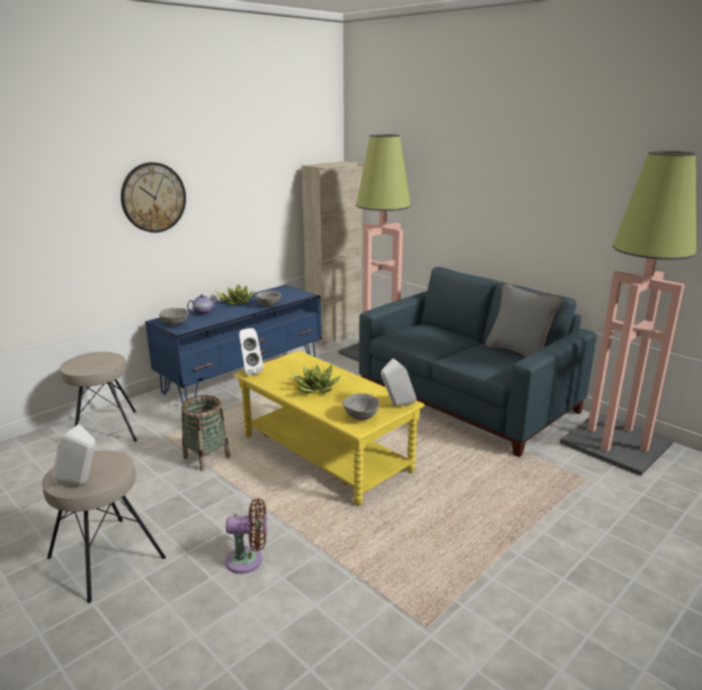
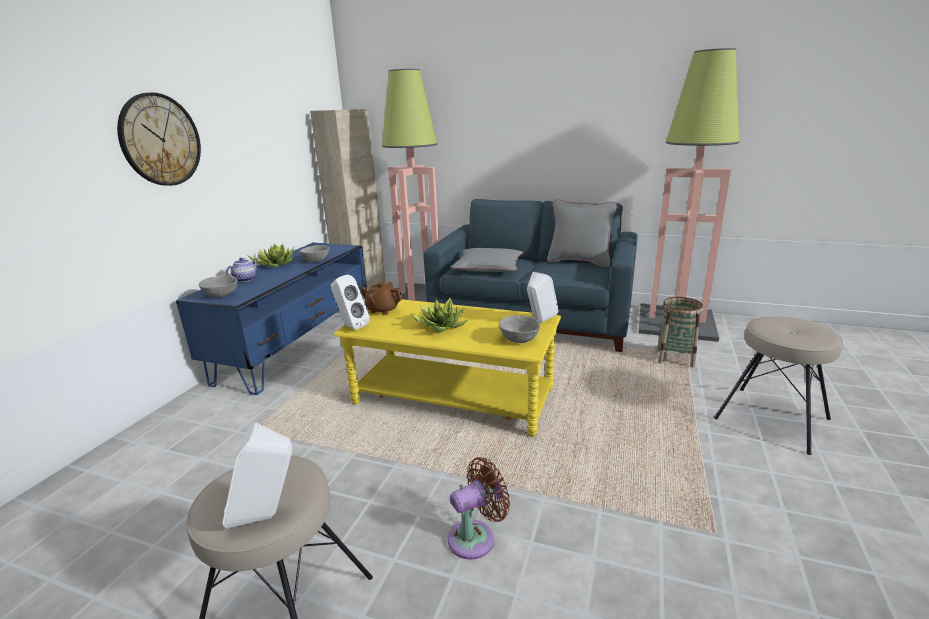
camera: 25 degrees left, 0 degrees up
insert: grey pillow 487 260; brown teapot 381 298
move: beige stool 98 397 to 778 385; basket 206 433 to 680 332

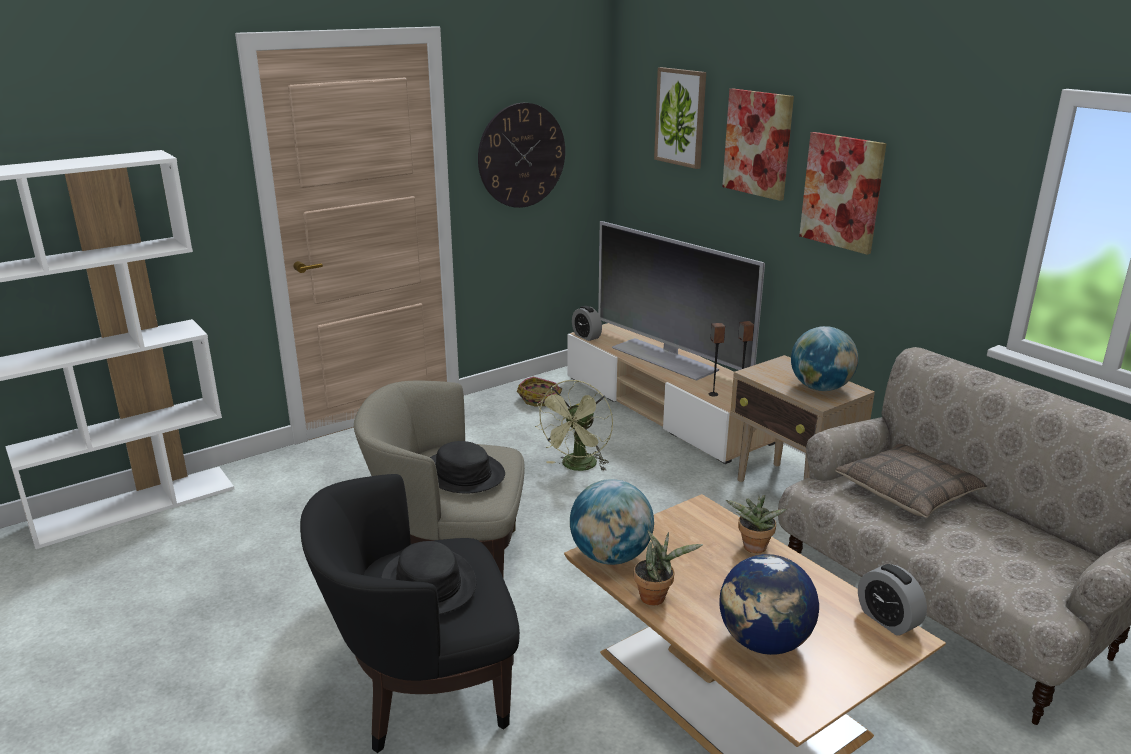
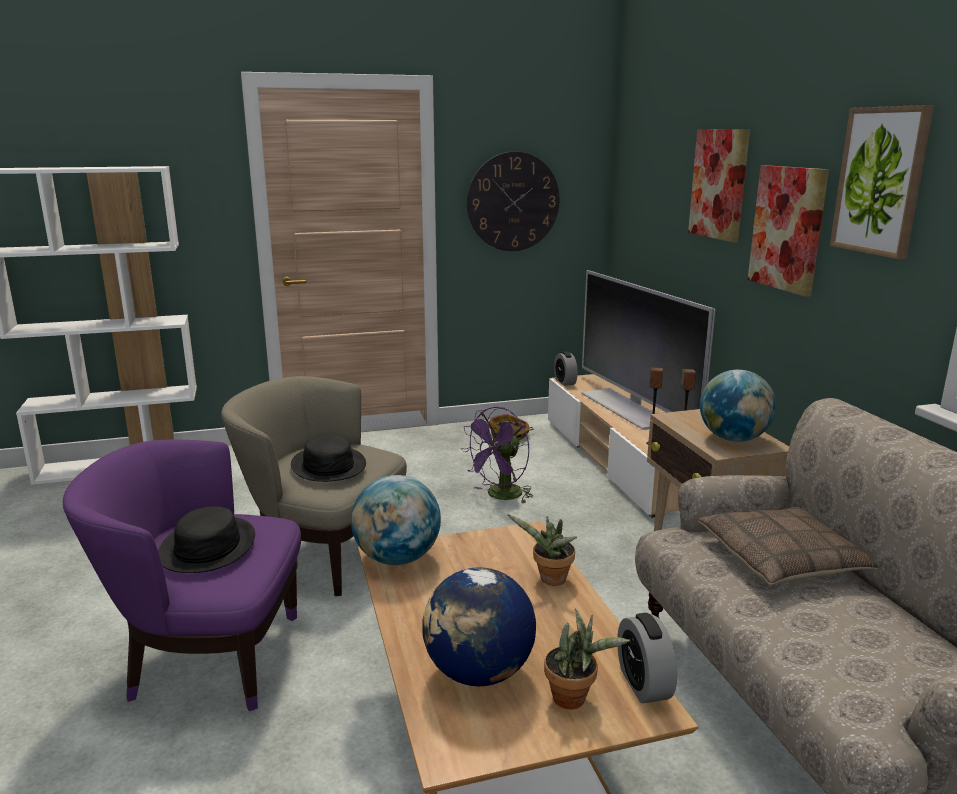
camera: 20 degrees right, 5 degrees down
move: picture 680 118 to 882 182; potted plant 668 568 to 587 658
recolor: green fan 574 425 to purple fan 497 455; black armchair 410 613 to purple armchair 182 575

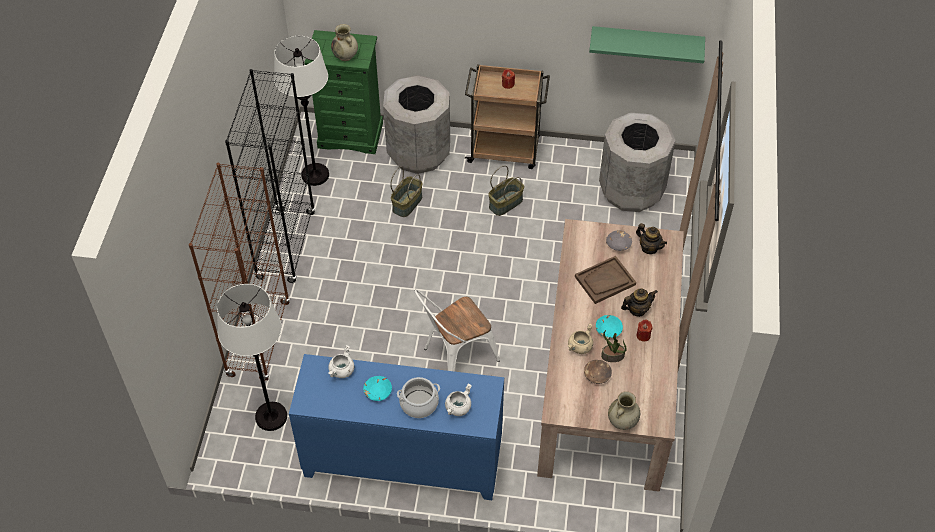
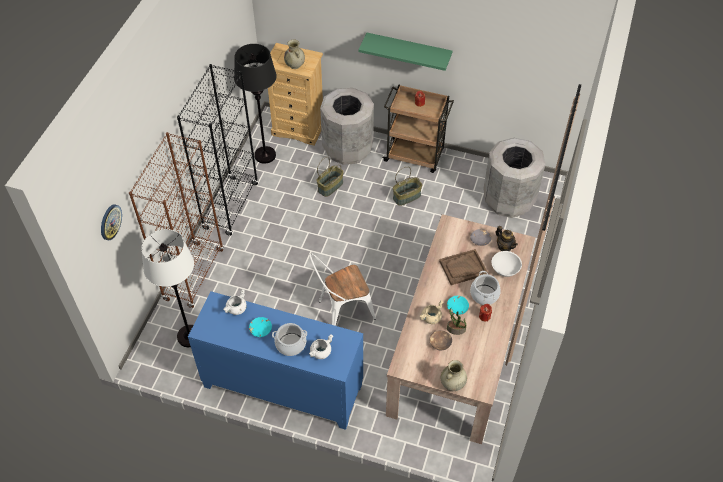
camera: 10 degrees right, 0 degrees up
insert: wall clock 111 222; white bowl 506 264
move: green shelf 647 44 to 405 52
replace: teapot 639 302 to cooking pot 485 288
recolor: green dresser 343 92 to beige dresser 295 94; white floor lamp 301 111 to black floor lamp 255 104

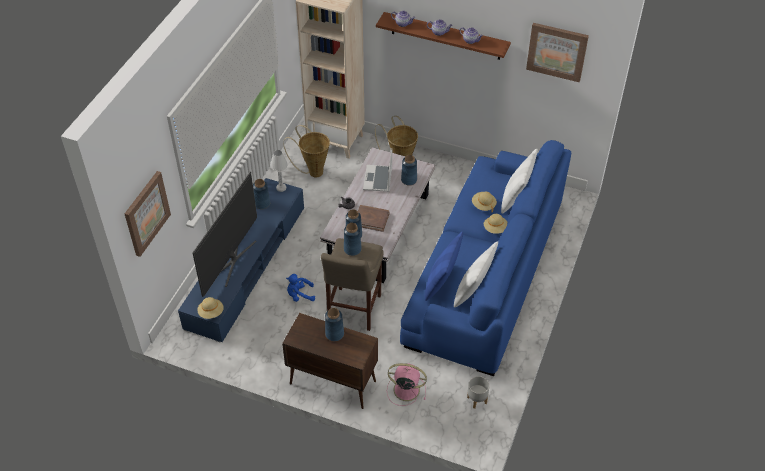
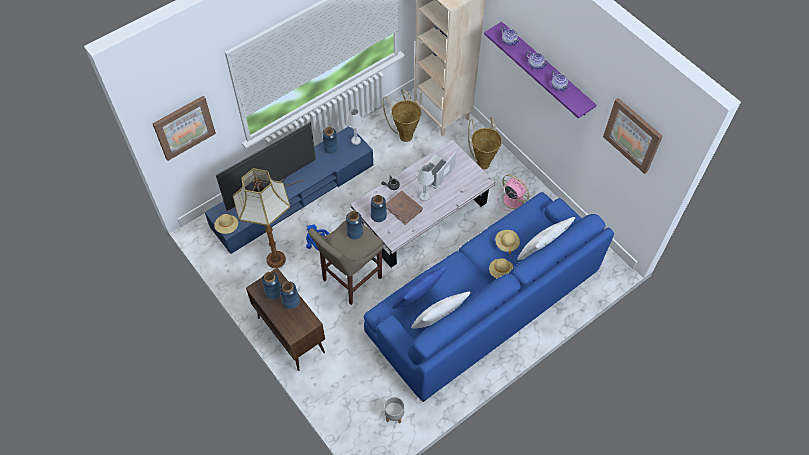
camera: 30 degrees right, 10 degrees up
insert: white table lamp 425 183; floor lamp 261 218
move: blue vase 409 170 to 271 286; pink fan 407 384 to 513 192
recolor: brown shelf 443 36 to purple shelf 540 70

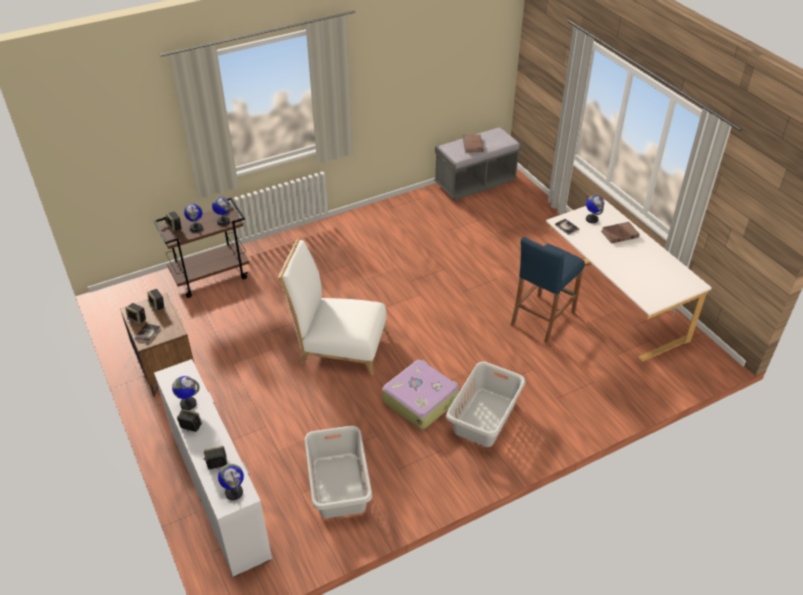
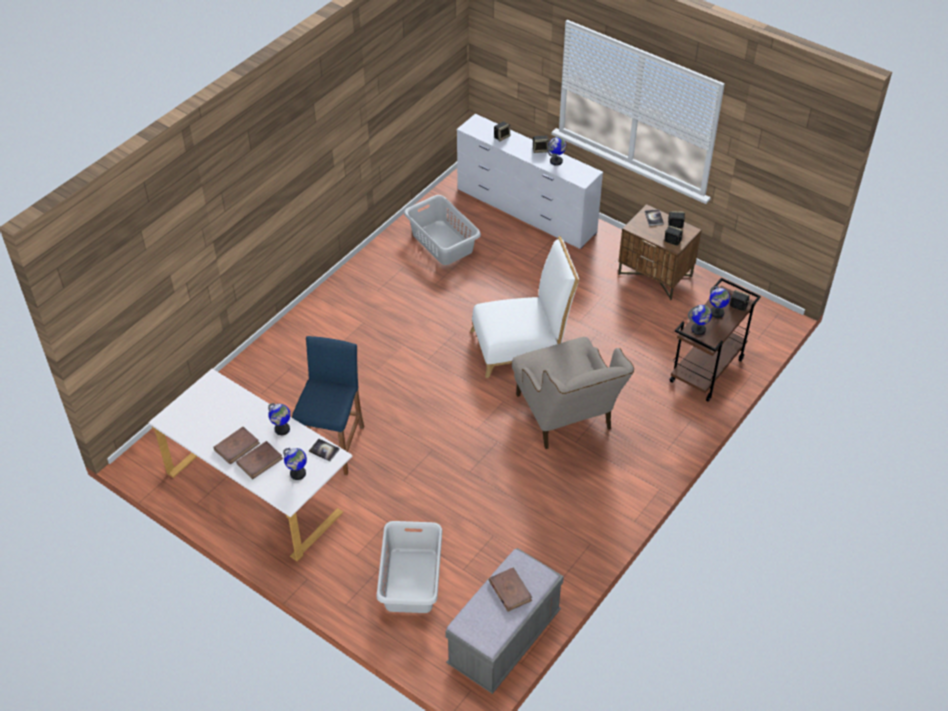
camera: 155 degrees right, 5 degrees up
delete: suitcase 420 394
insert: beige armchair 573 393; brown book 236 446
move: grey laundry basket 486 404 to 409 567; globe 231 482 to 279 419

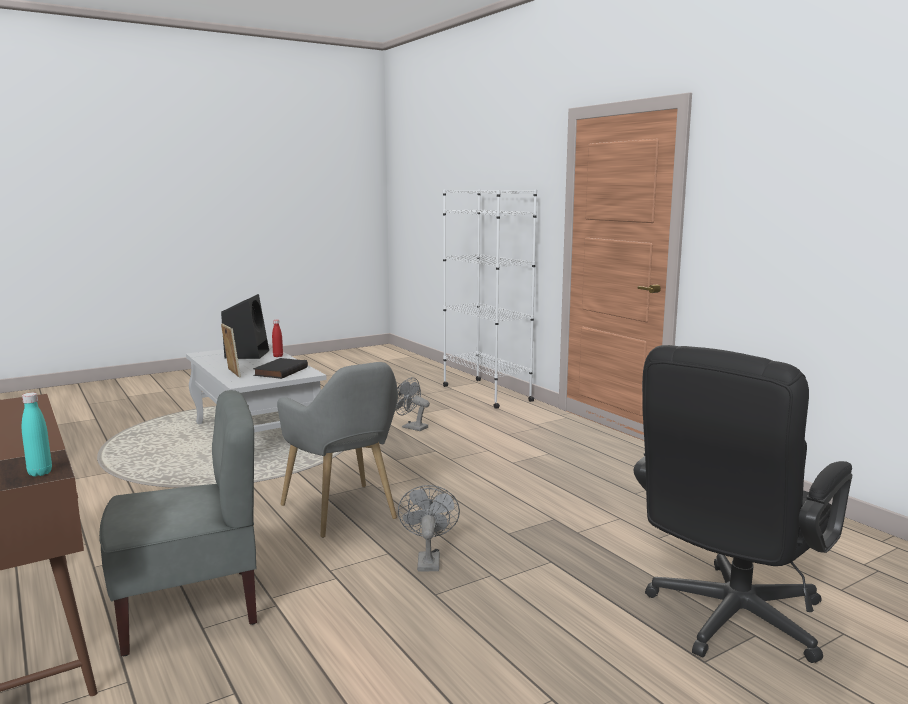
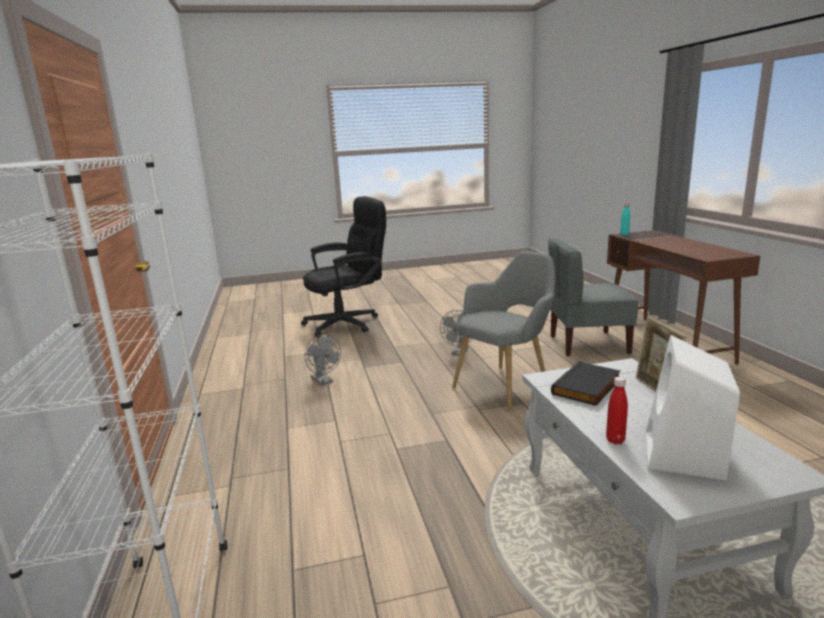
camera: 160 degrees left, 5 degrees up
move: grey fan 412 404 to 322 360
recolor: black speaker 245 326 to white speaker 692 408
rotate: grey armchair 337 450 = 503 331 60 degrees clockwise

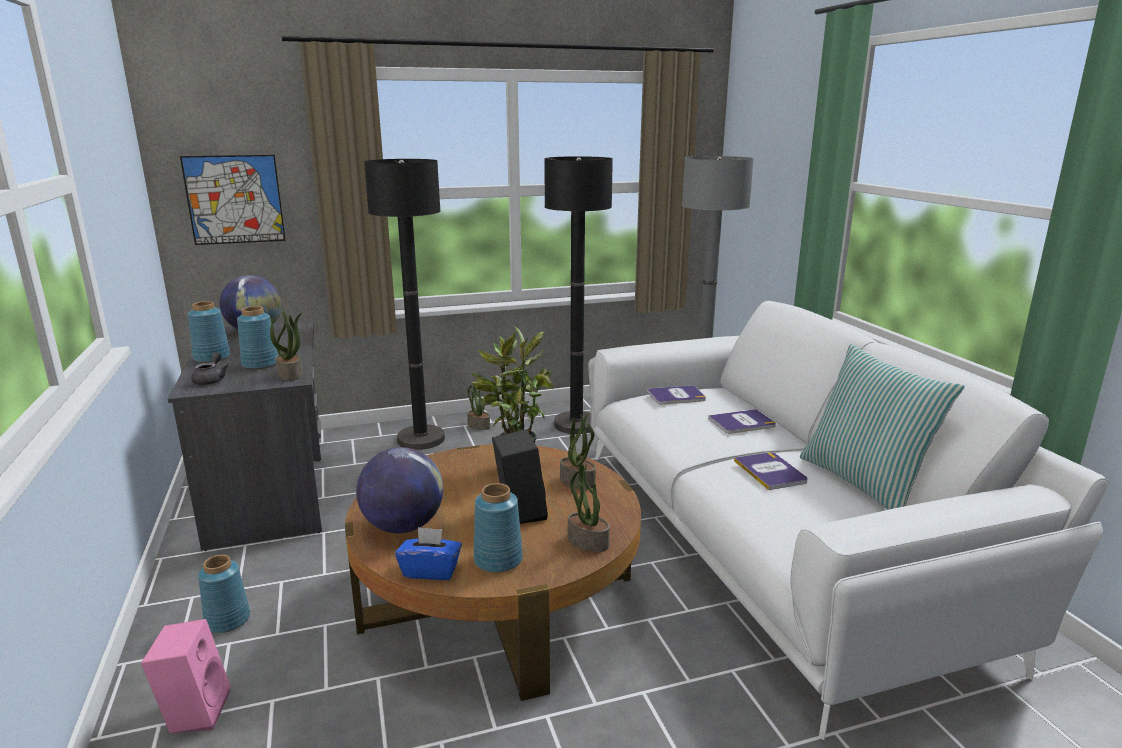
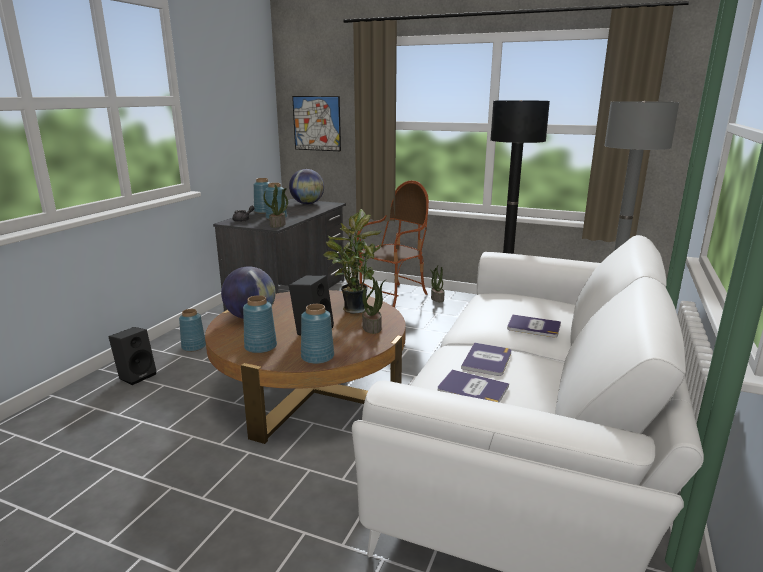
camera: 40 degrees right, 0 degrees up
delete: pillow 882 427; blue tissue box 428 553
move: book 676 395 to 473 386
replace: black floor lamp 404 304 to armchair 393 244; potted plant 589 508 to blue vase 317 334
recolor: pink speaker 185 676 to black speaker 133 356

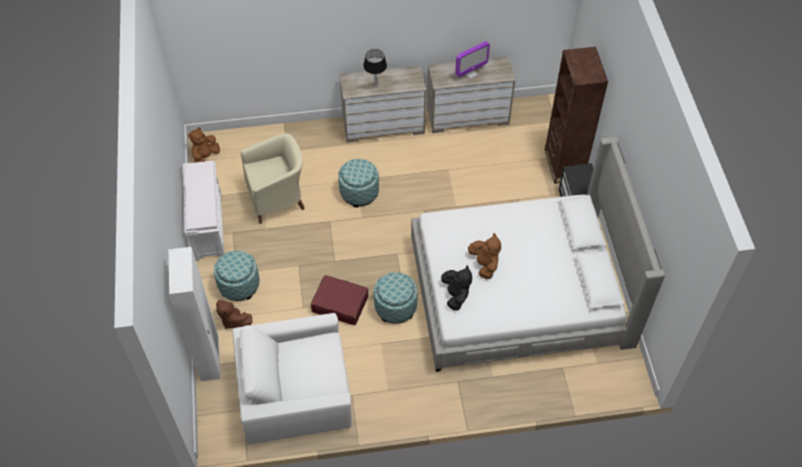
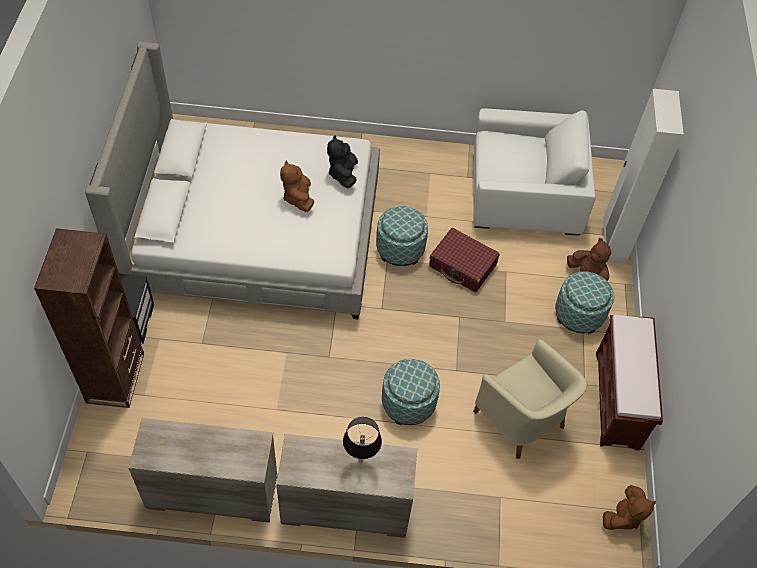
camera: 170 degrees left, 0 degrees up
delete: monitor 472 60
recolor: white bench 204 211 to brown bench 629 383
rotate: beige armchair 273 178 = 530 399 120 degrees counterclockwise

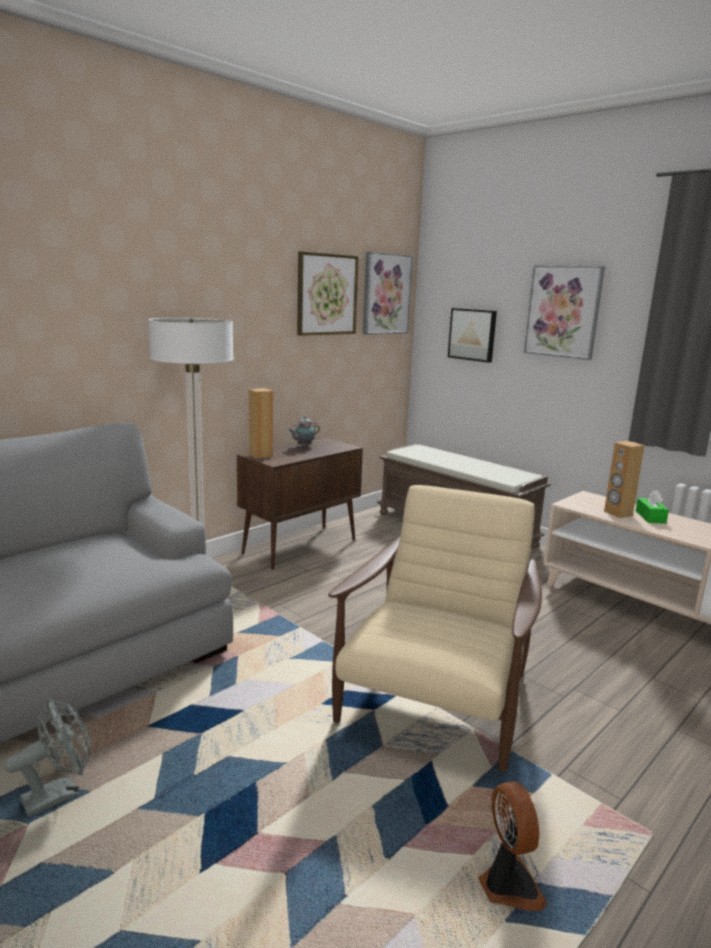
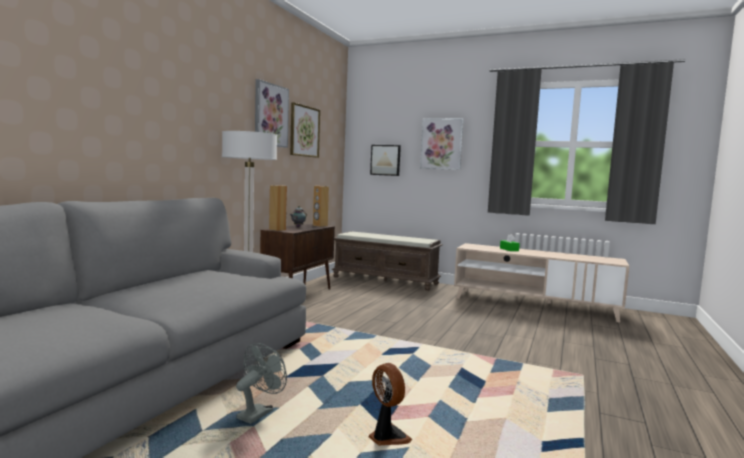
camera: 20 degrees left, 10 degrees down
delete: beige armchair 435 629
move: picture 388 293 to 272 113; brown speaker 624 479 to 321 206; fan 513 846 to 390 404

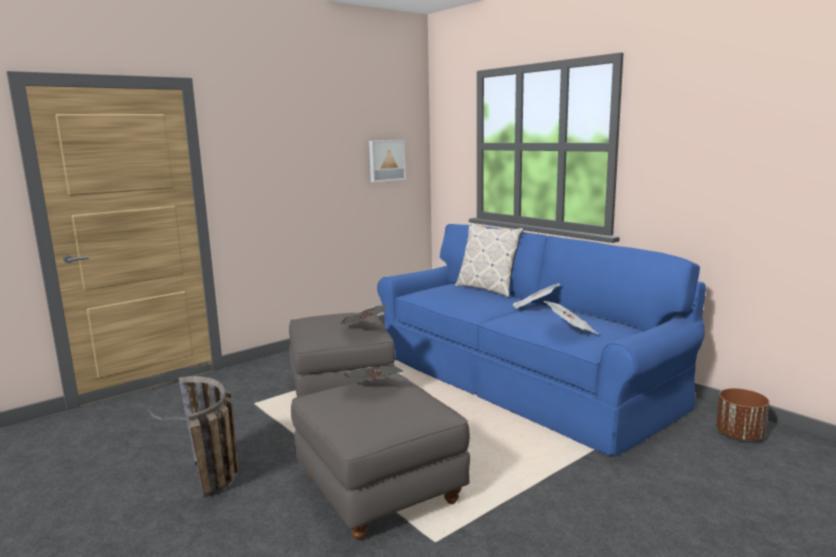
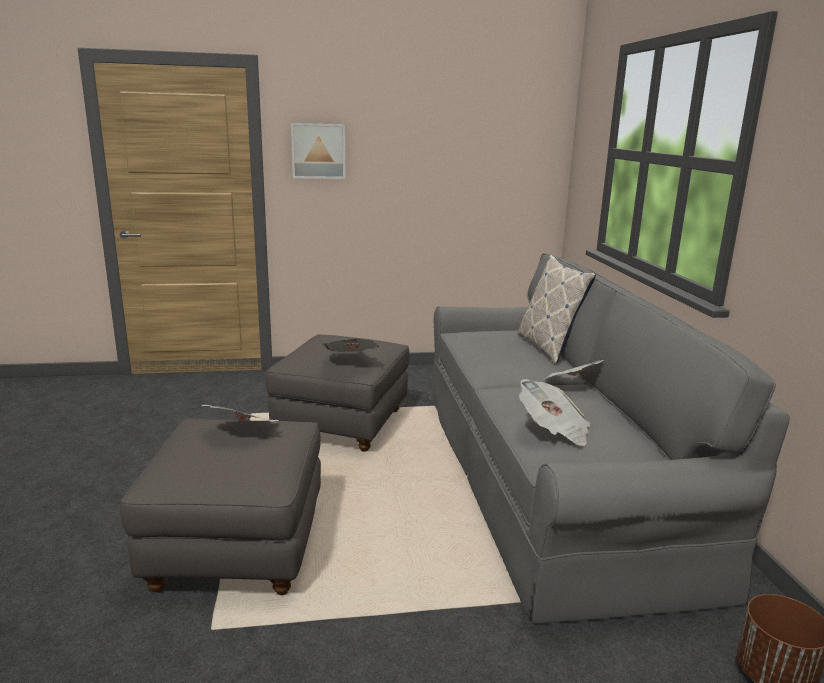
camera: 30 degrees right, 5 degrees up
delete: basket 193 437
move: picture 387 161 to 318 151
recolor: blue sofa 541 340 to grey sofa 609 438

